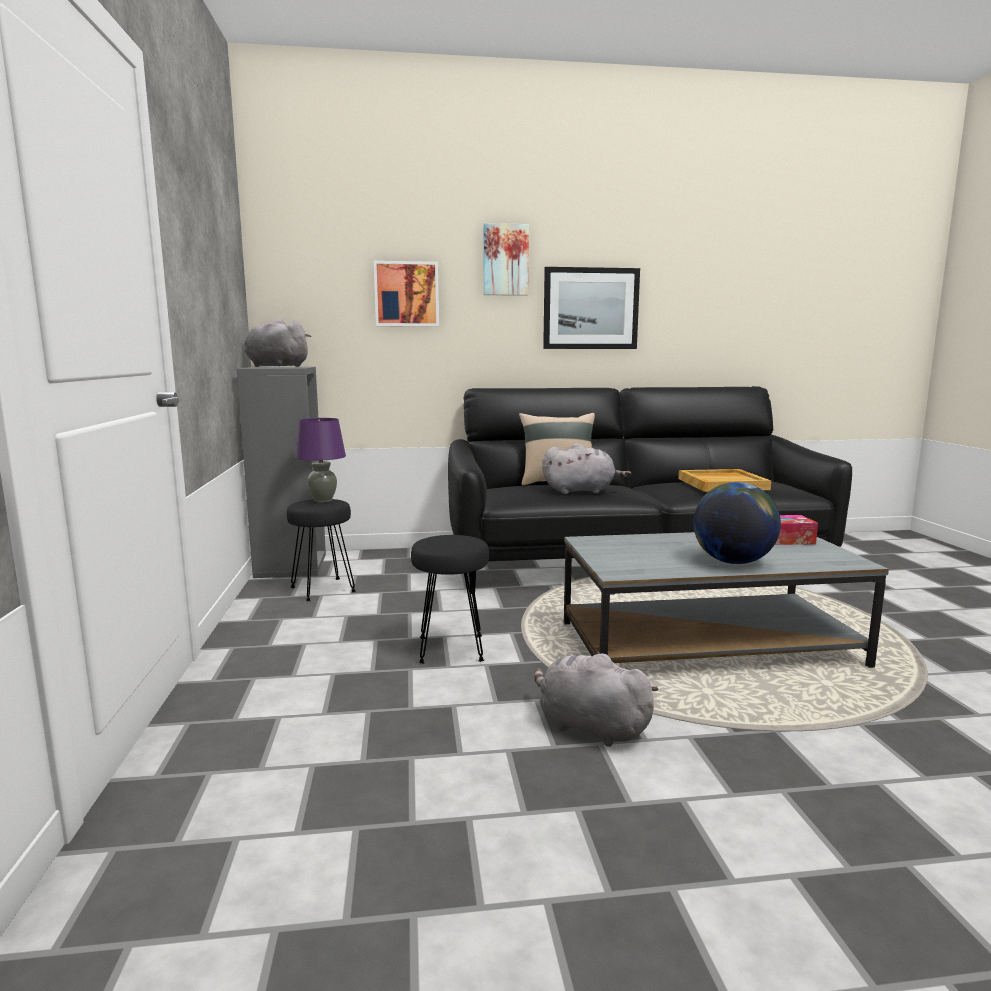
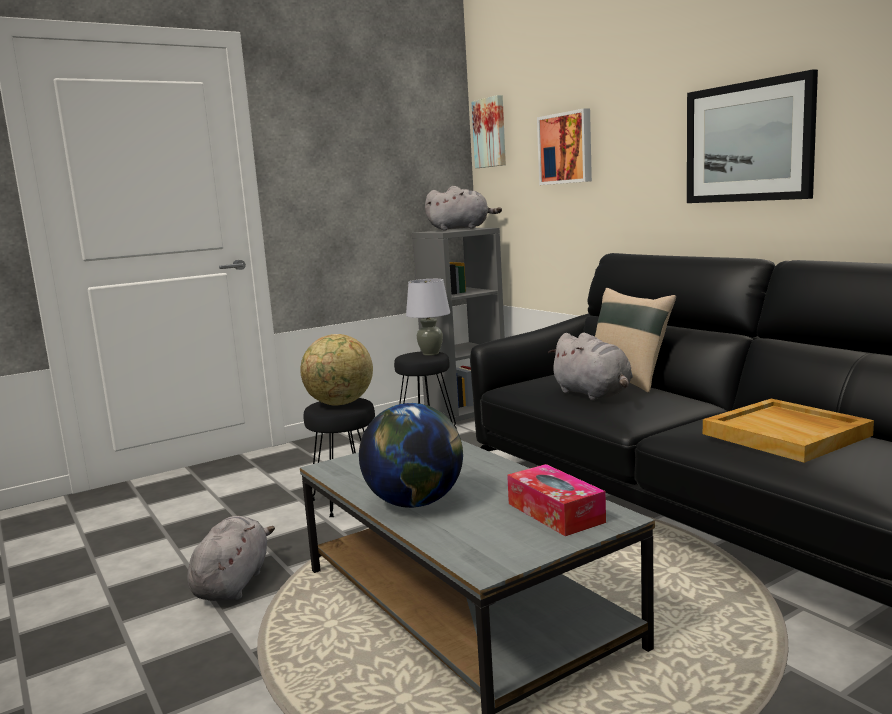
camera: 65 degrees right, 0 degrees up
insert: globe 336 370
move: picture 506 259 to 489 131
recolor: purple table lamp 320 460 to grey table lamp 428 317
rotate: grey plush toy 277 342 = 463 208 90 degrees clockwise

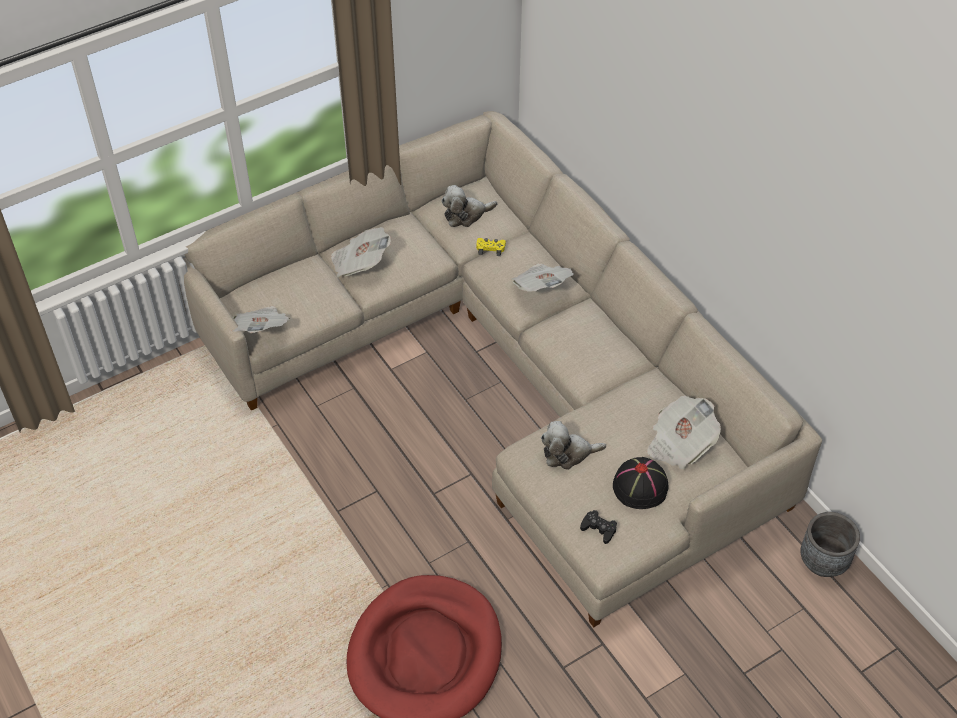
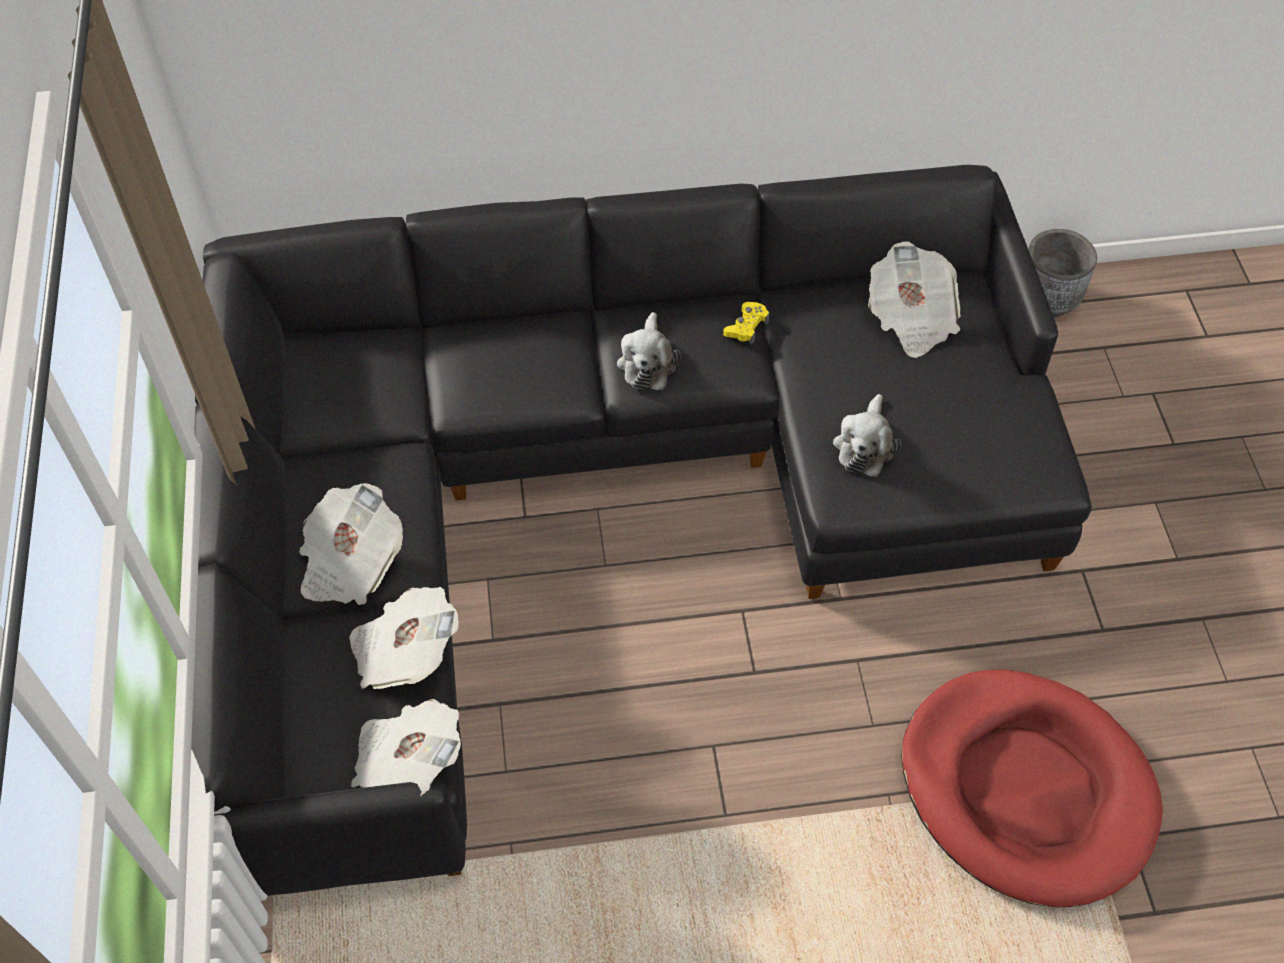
camera: 65 degrees left, 5 degrees up
delete: black hat 641 483; black game controller 598 527
move: plush toy 469 206 to 649 351; yellow game controller 491 247 to 746 323; newspaper 543 277 to 404 638
recolor: beige sofa 500 369 to black sofa 641 530

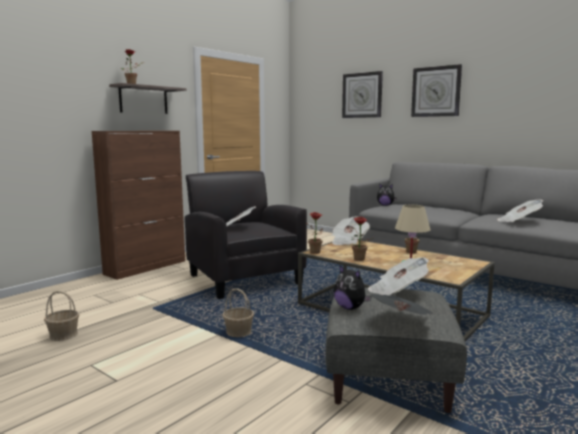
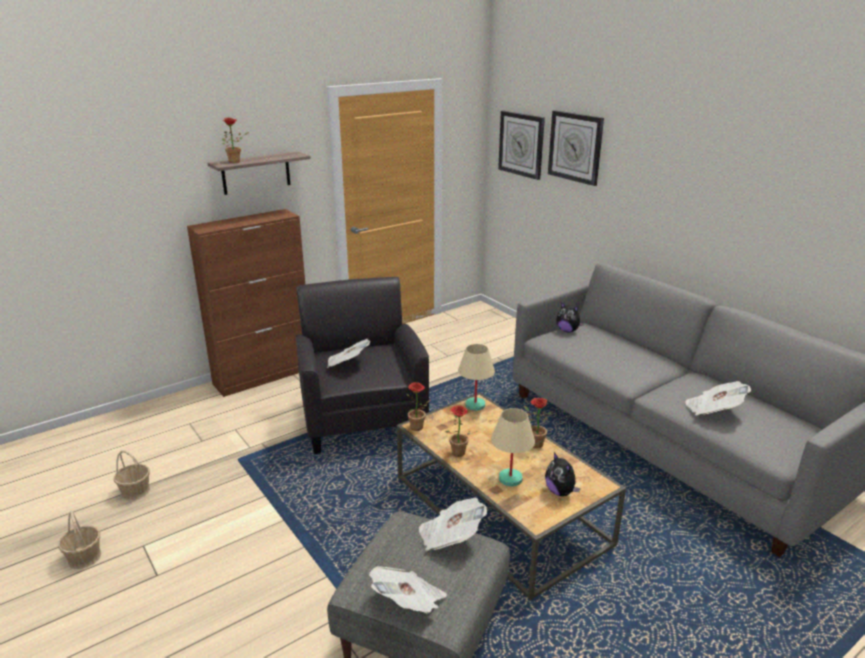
camera: 15 degrees right, 15 degrees up
move: wall clock 436 90 to 521 145; plush toy 353 287 to 562 474; basket 238 312 to 79 540
replace: newspaper 351 230 to beige table lamp 476 377

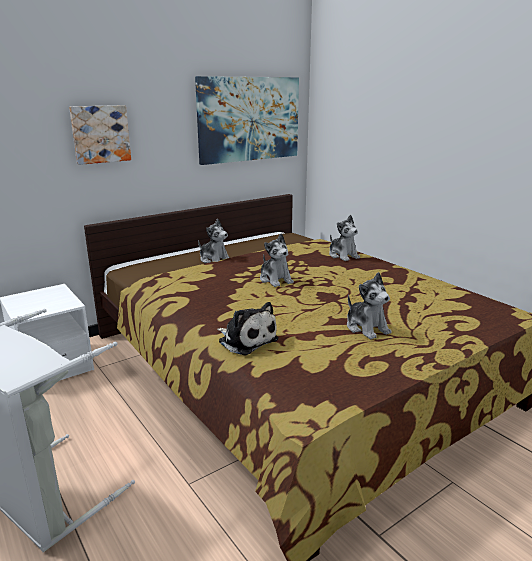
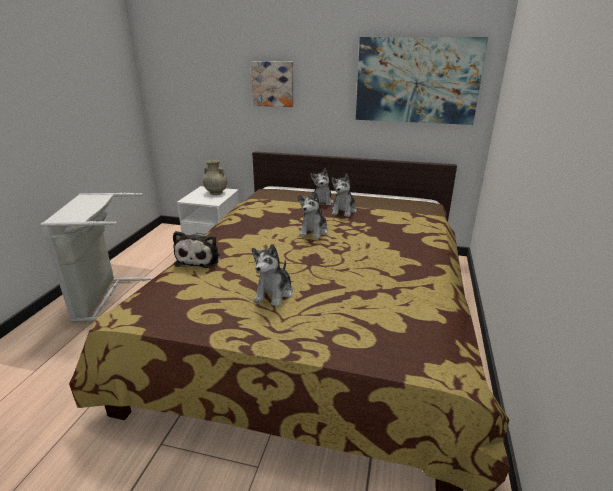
camera: 50 degrees right, 5 degrees up
insert: beige vase 215 177
move: plush toy 344 238 to 344 195

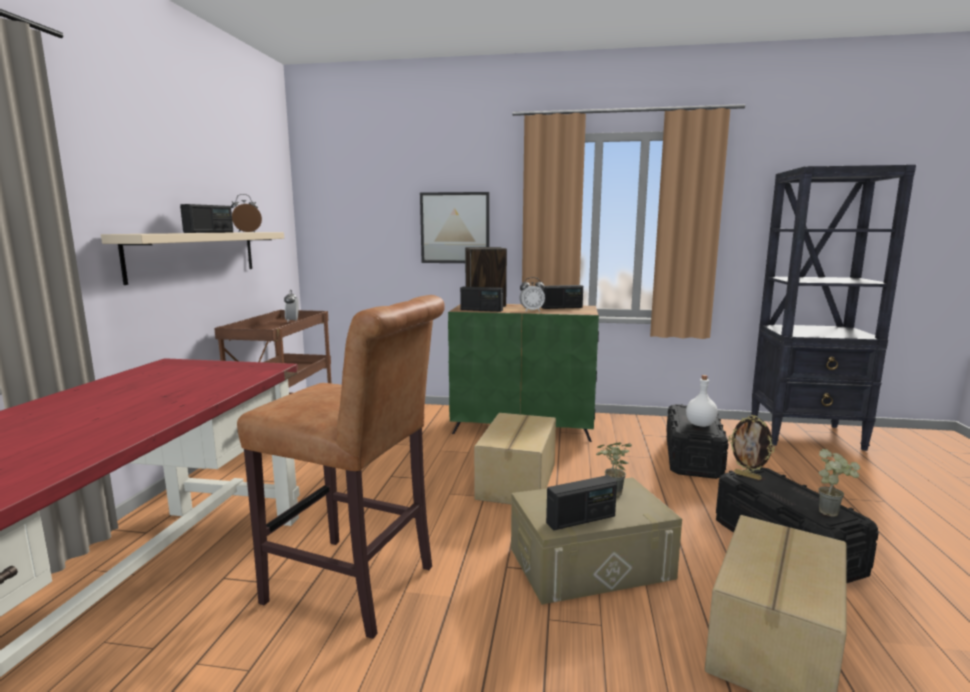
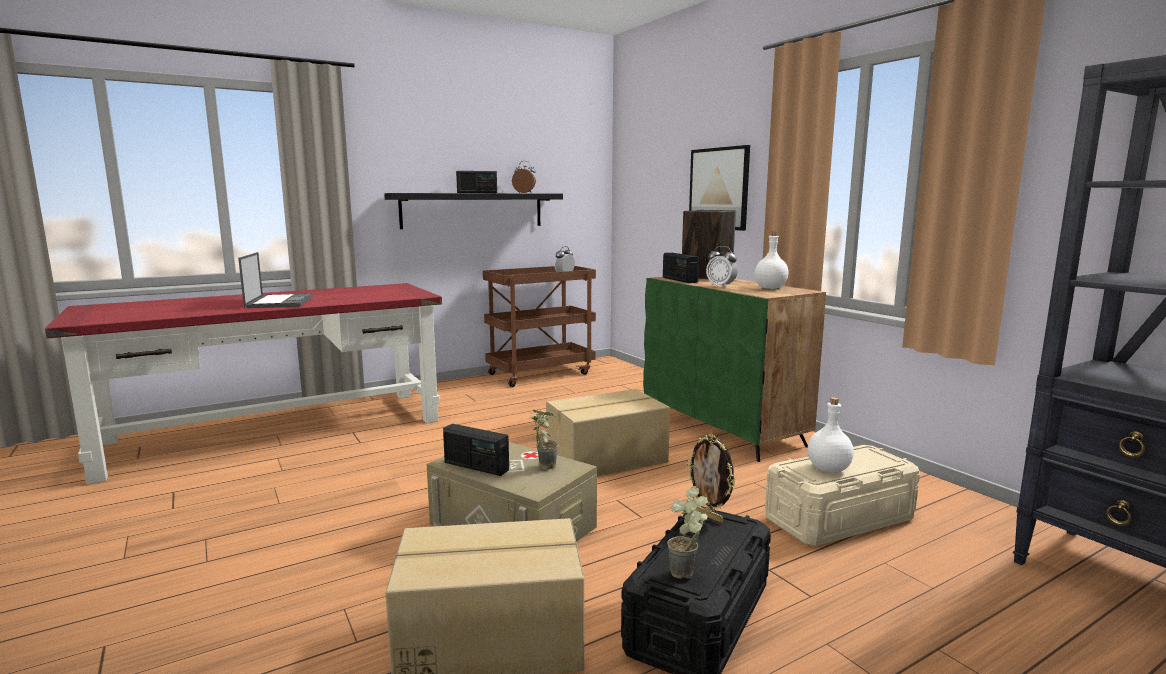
camera: 50 degrees right, 0 degrees up
delete: brown stool 341 467
insert: laptop 275 280
replace: radio 562 297 to white bottle 772 260
recolor: beige shelf 192 258 to black shelf 473 211; black storage box 697 441 to beige storage box 842 495
rotate: picture frame 751 447 = 711 478 45 degrees counterclockwise

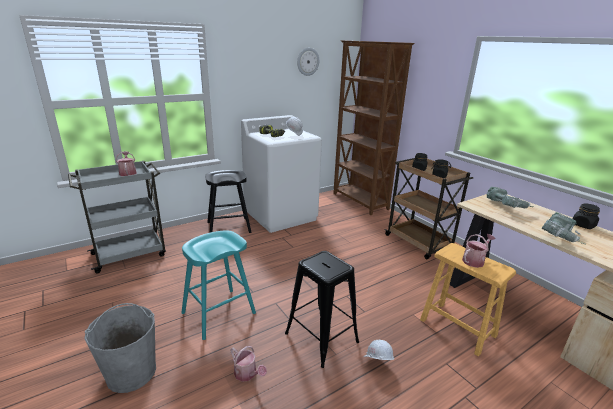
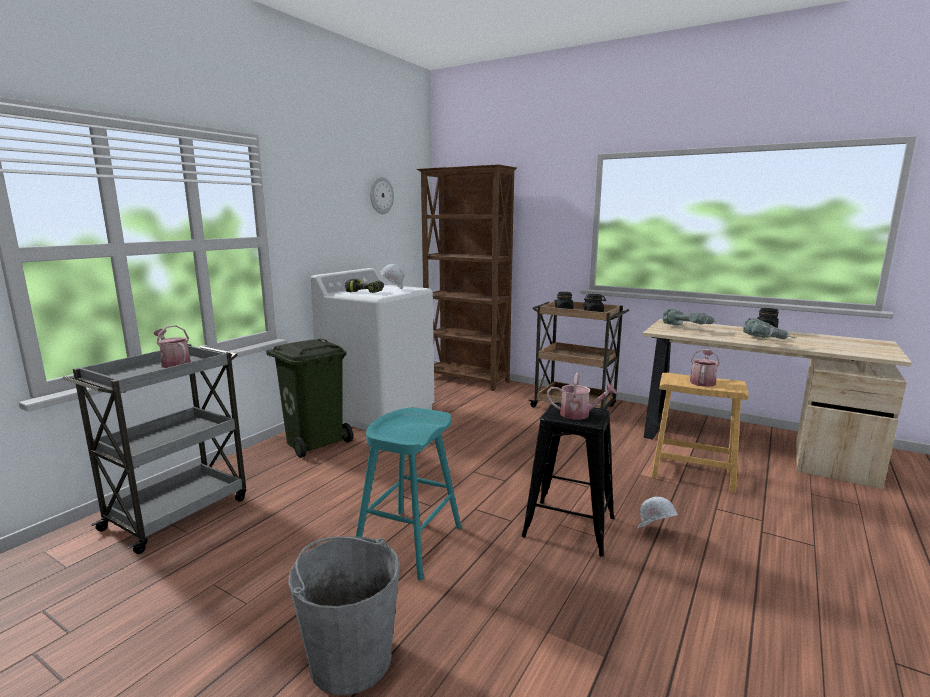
camera: 25 degrees left, 10 degrees down
move: watering can 249 364 to 582 395
replace: black stool 228 201 to green trash can 309 398

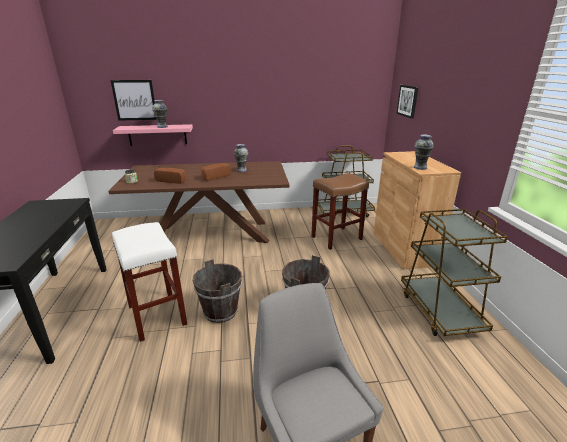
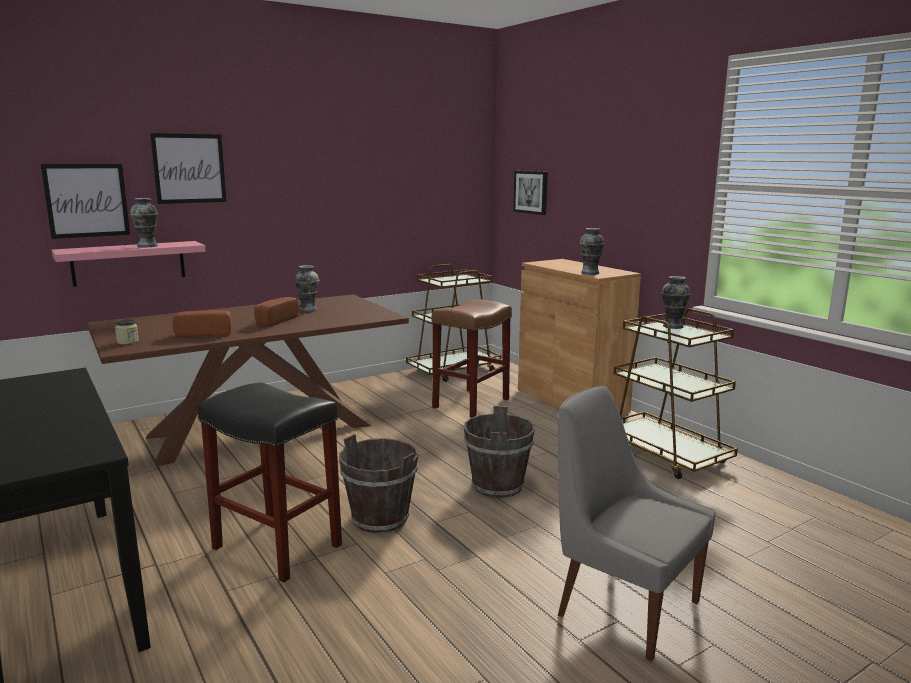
camera: 25 degrees left, 10 degrees down
insert: picture 188 168; vase 676 302
recolor: white stool 149 282 to black stool 270 483

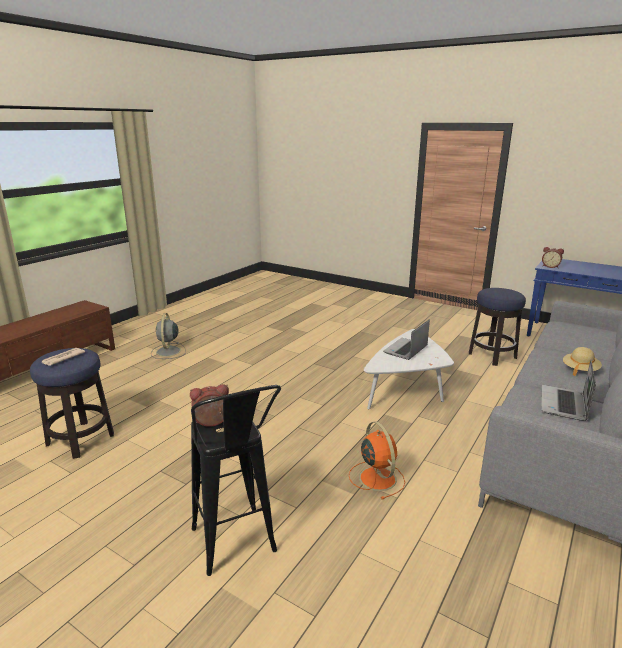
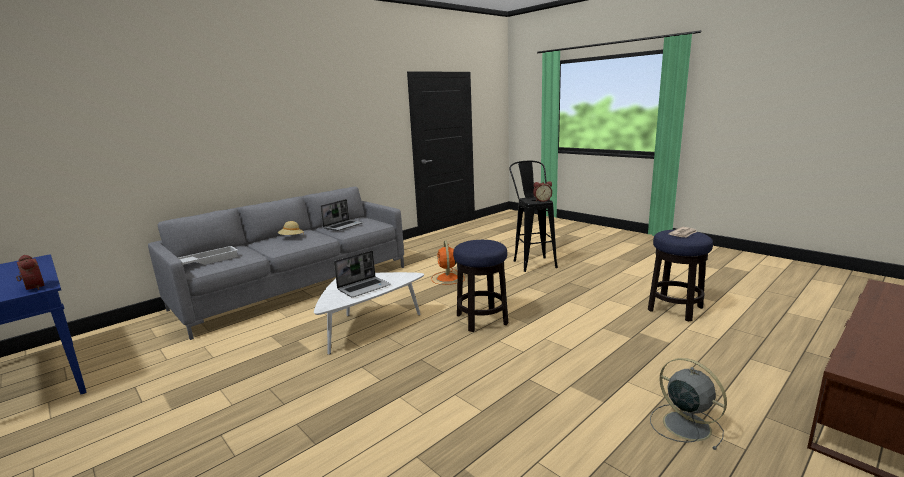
camera: 165 degrees left, 5 degrees down
insert: white tray 208 255
move: stool 497 327 to 480 286
rotate: grey fan 168 336 = 688 404 45 degrees counterclockwise

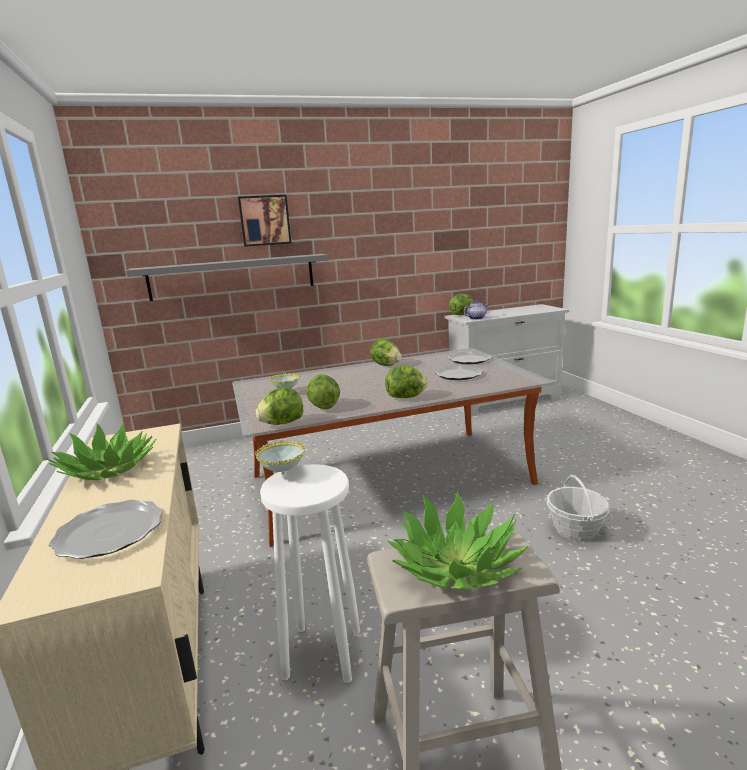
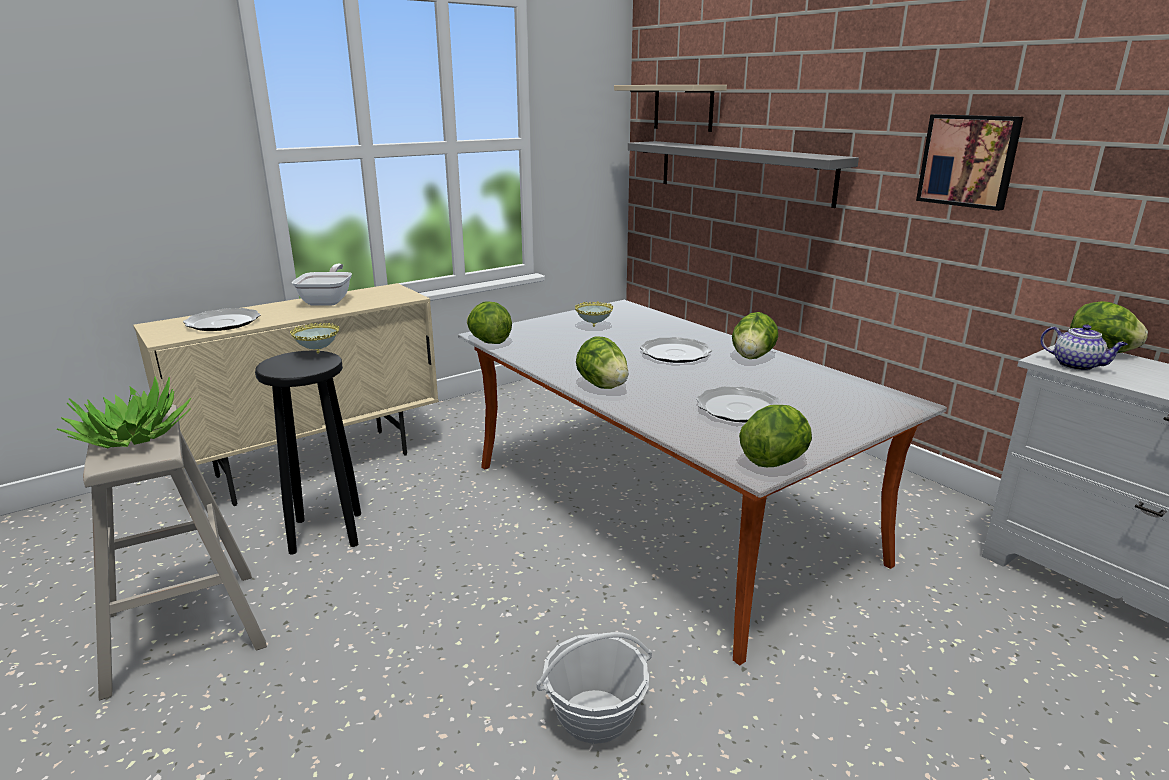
camera: 70 degrees right, 5 degrees up
insert: beige shelf 670 108
move: picture 264 221 to 969 162; plate 469 357 to 676 350; lettuce 323 391 to 775 436
replace: potted plant 101 452 to frying pan 322 285
recolor: white stool 310 573 to black stool 308 453

